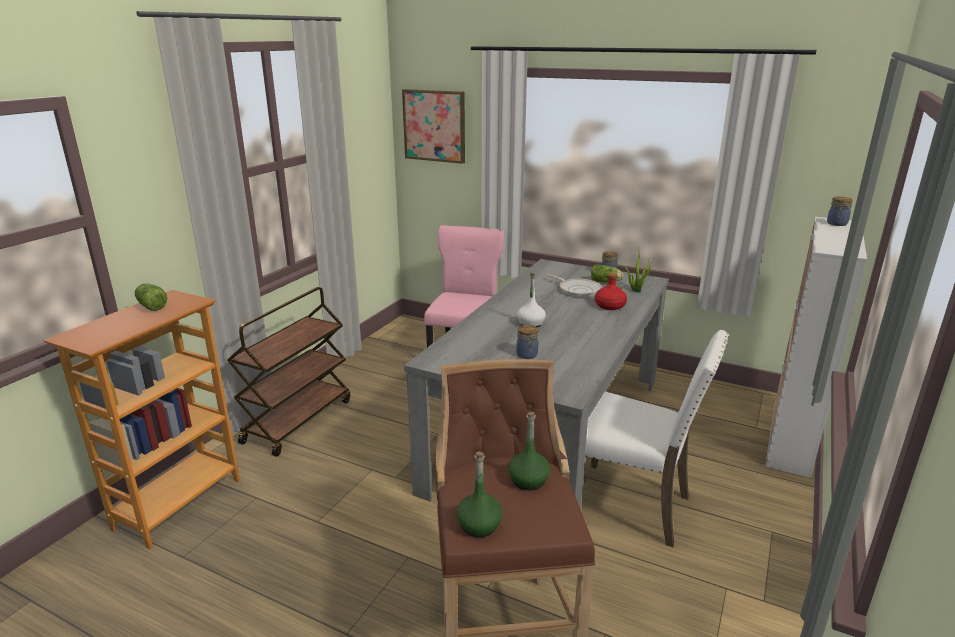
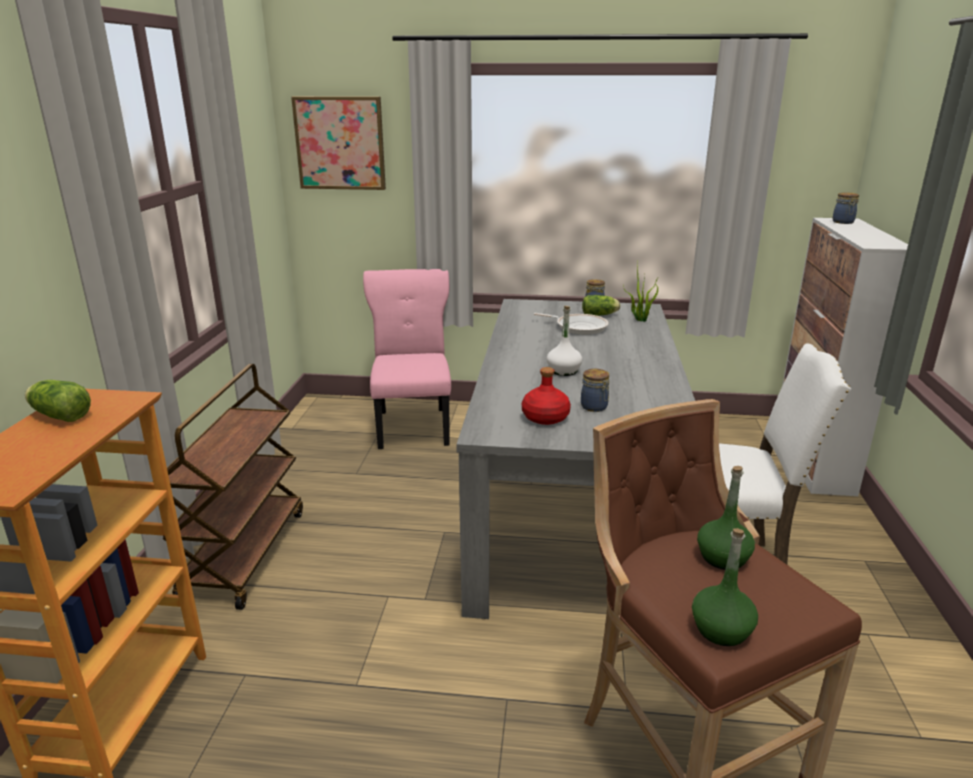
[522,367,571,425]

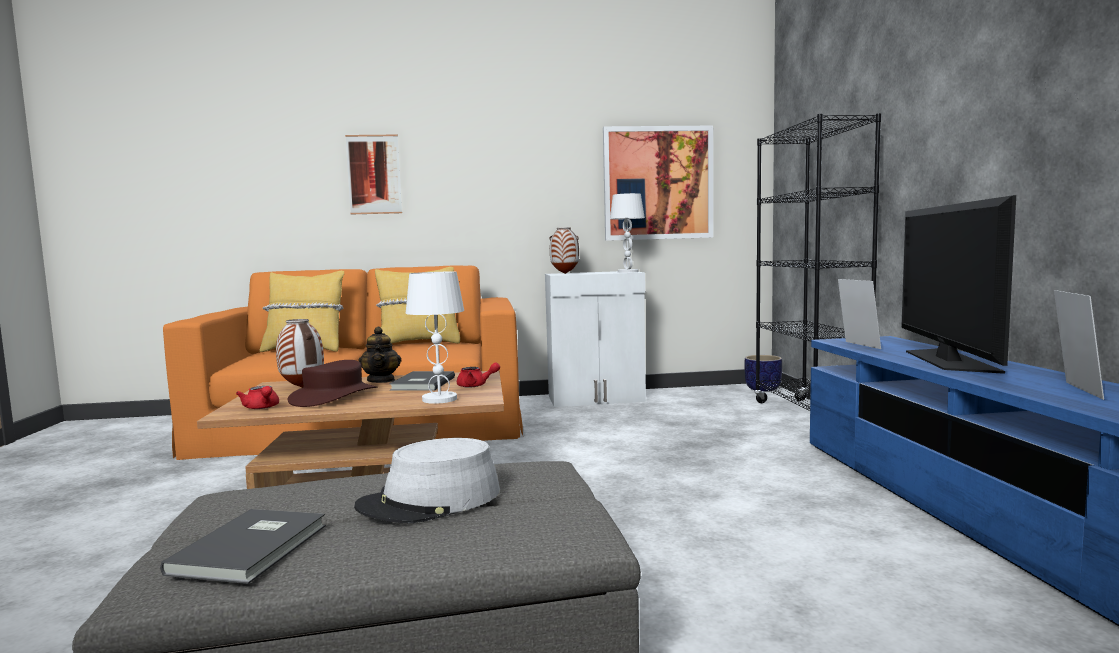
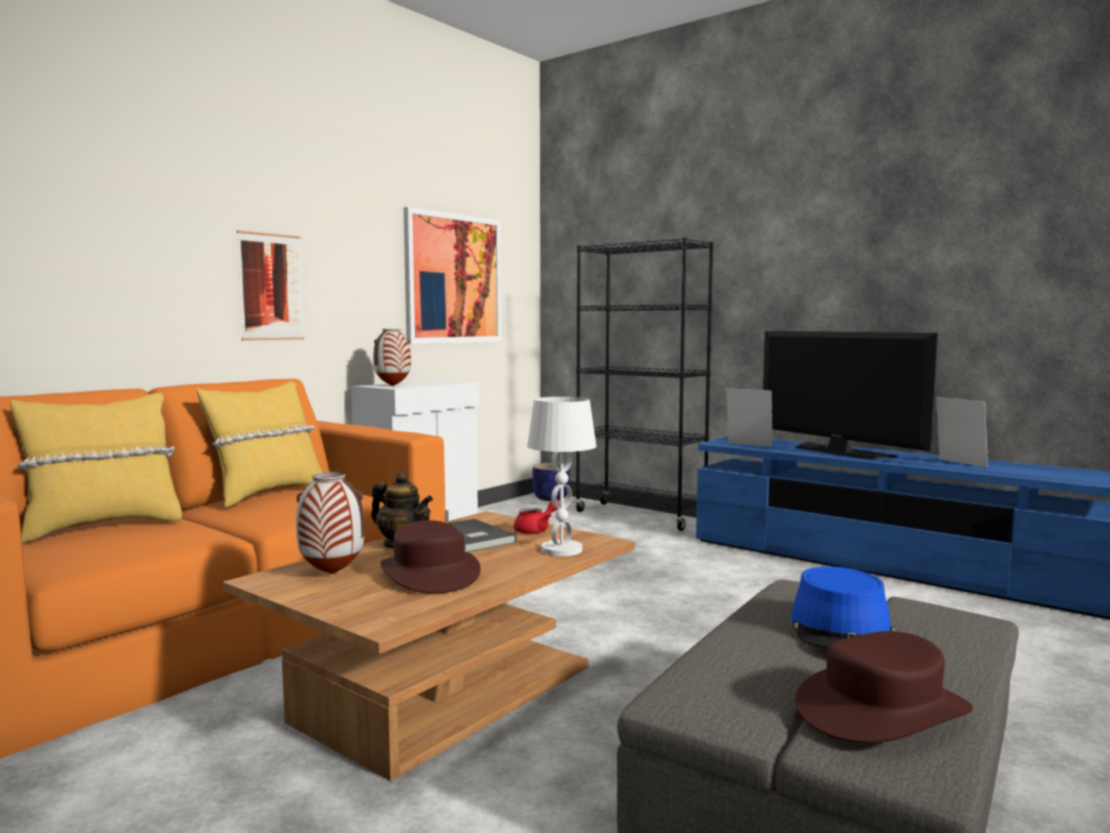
[795,631,973,743]
[236,386,279,409] (first image)
[237,231,304,341]
[790,566,894,649]
[610,193,645,273] (first image)

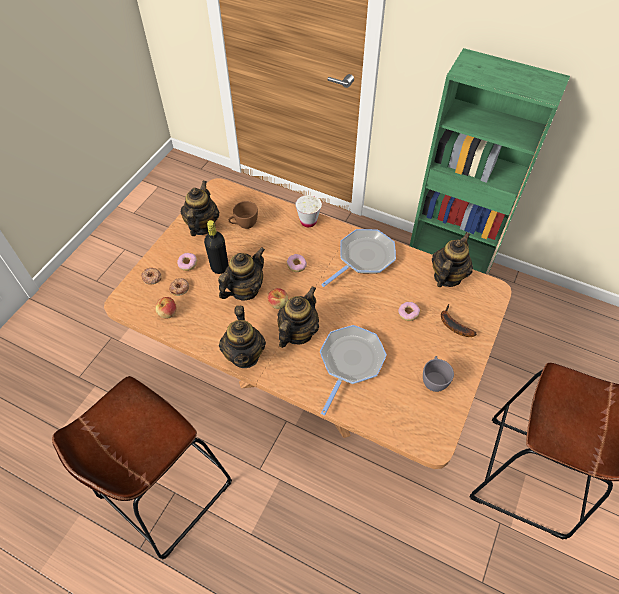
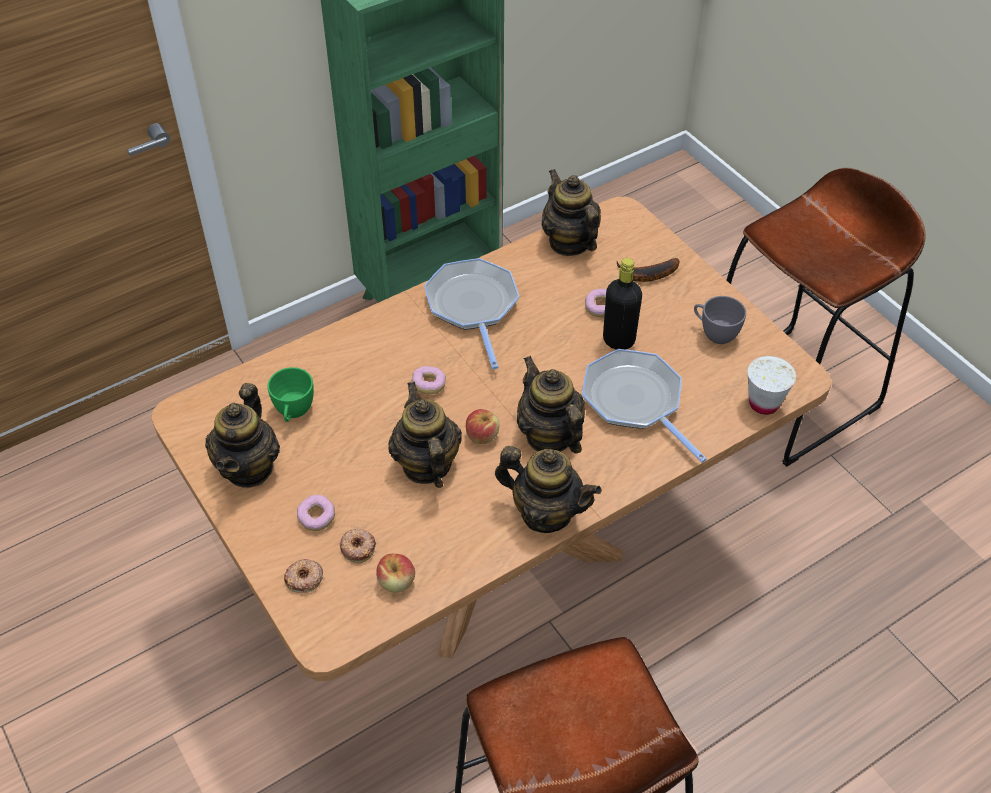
[205,383,280,488]
[603,258,642,350]
[267,367,314,422]
[747,356,796,415]

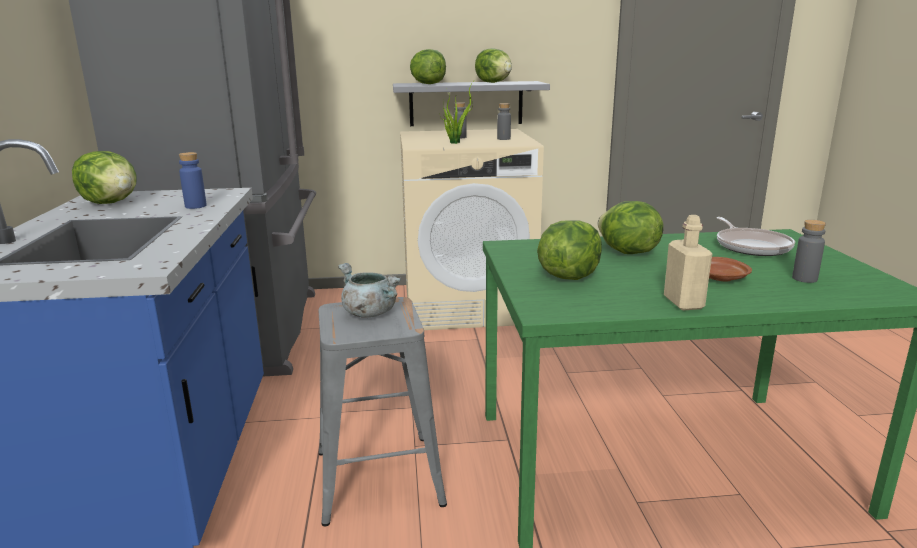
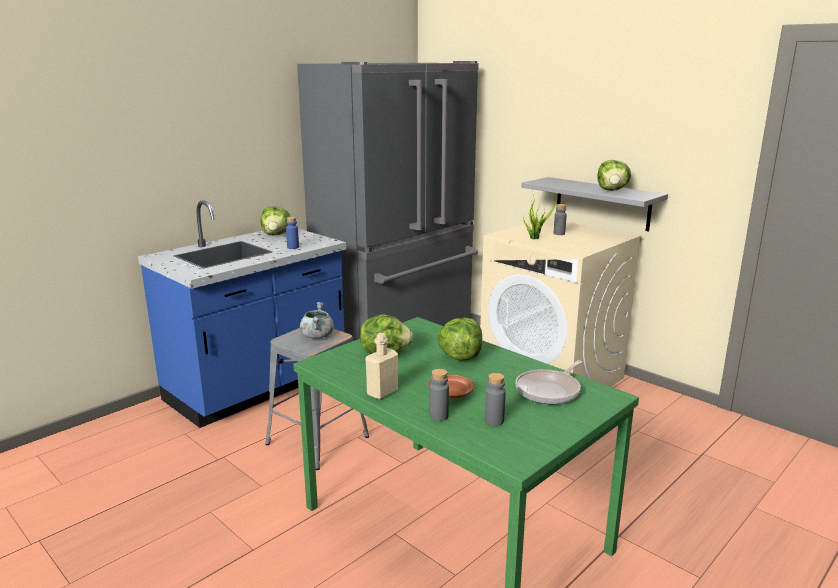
[410,49,446,84] (first image)
[430,369,449,421]

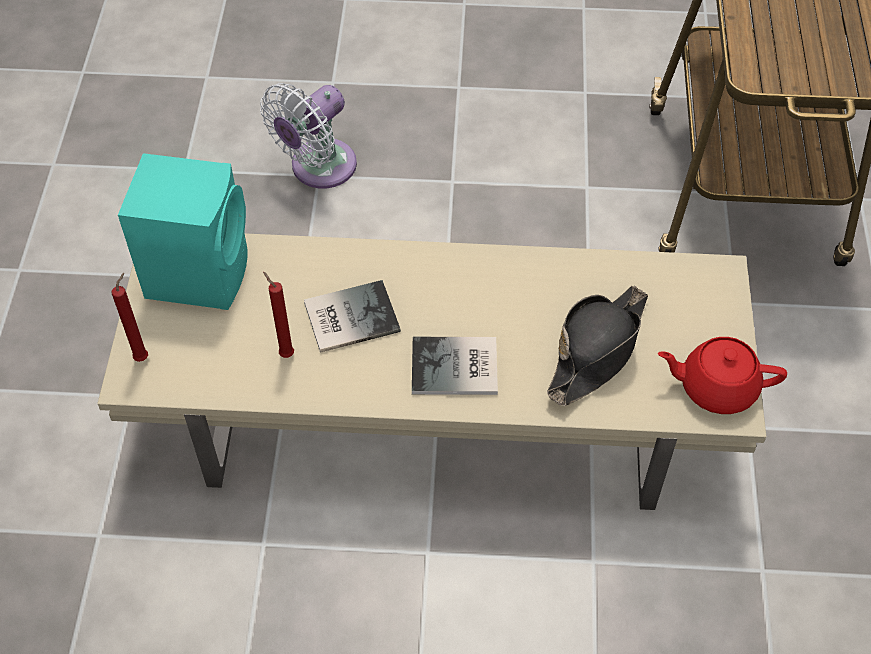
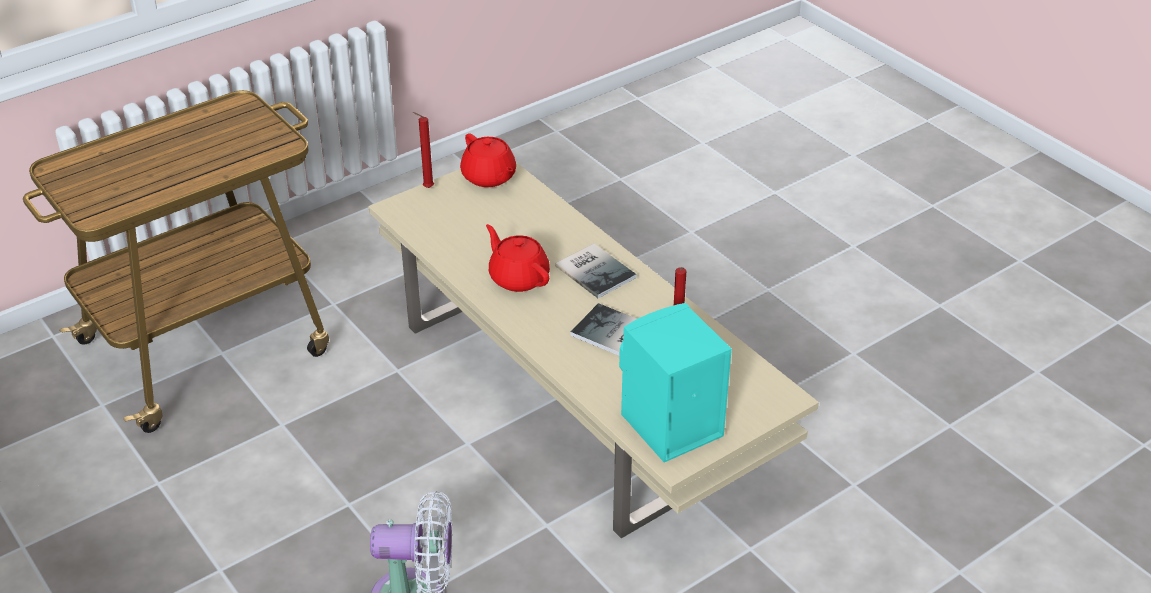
[413,112,434,188]
[547,286,648,406] (first image)
[486,224,550,292]

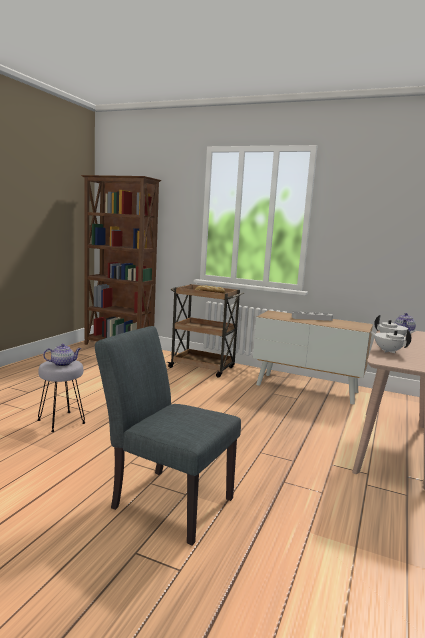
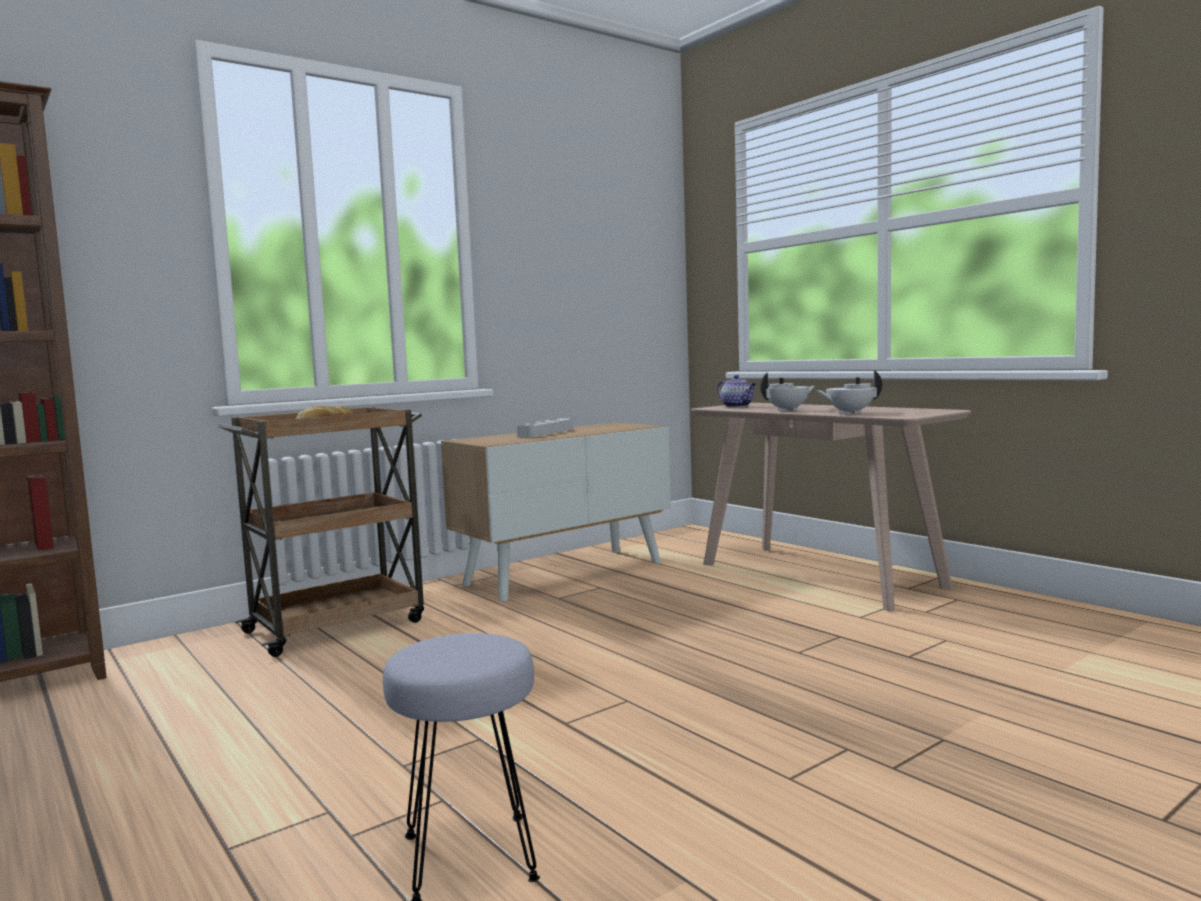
[43,344,81,367] (first image)
[95,326,241,546] (first image)

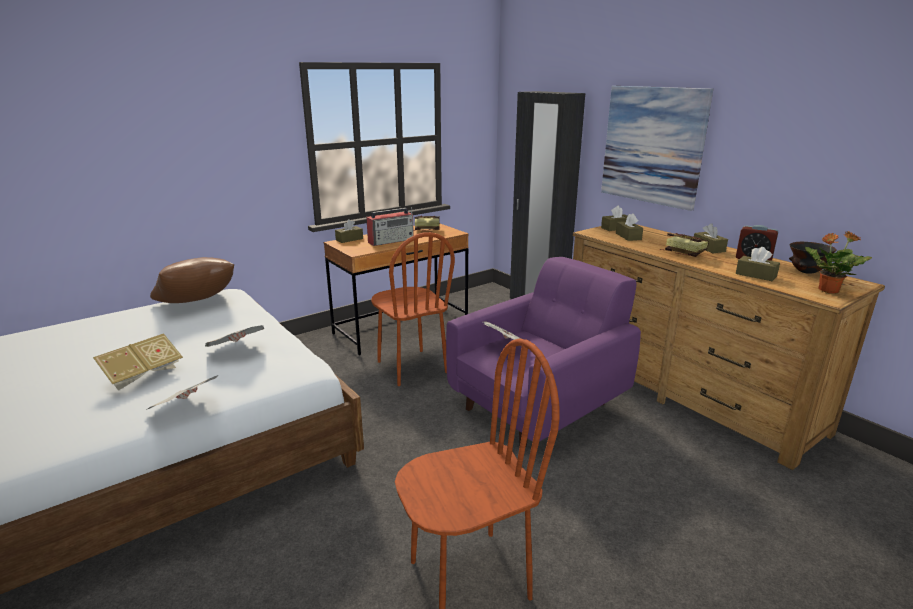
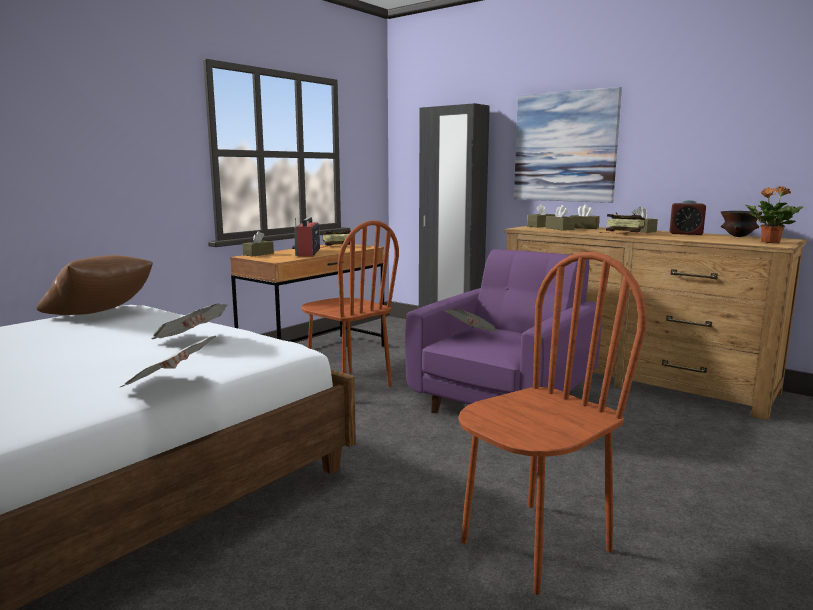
[93,333,183,390] (first image)
[292,217,320,257]
[569,204,600,229]

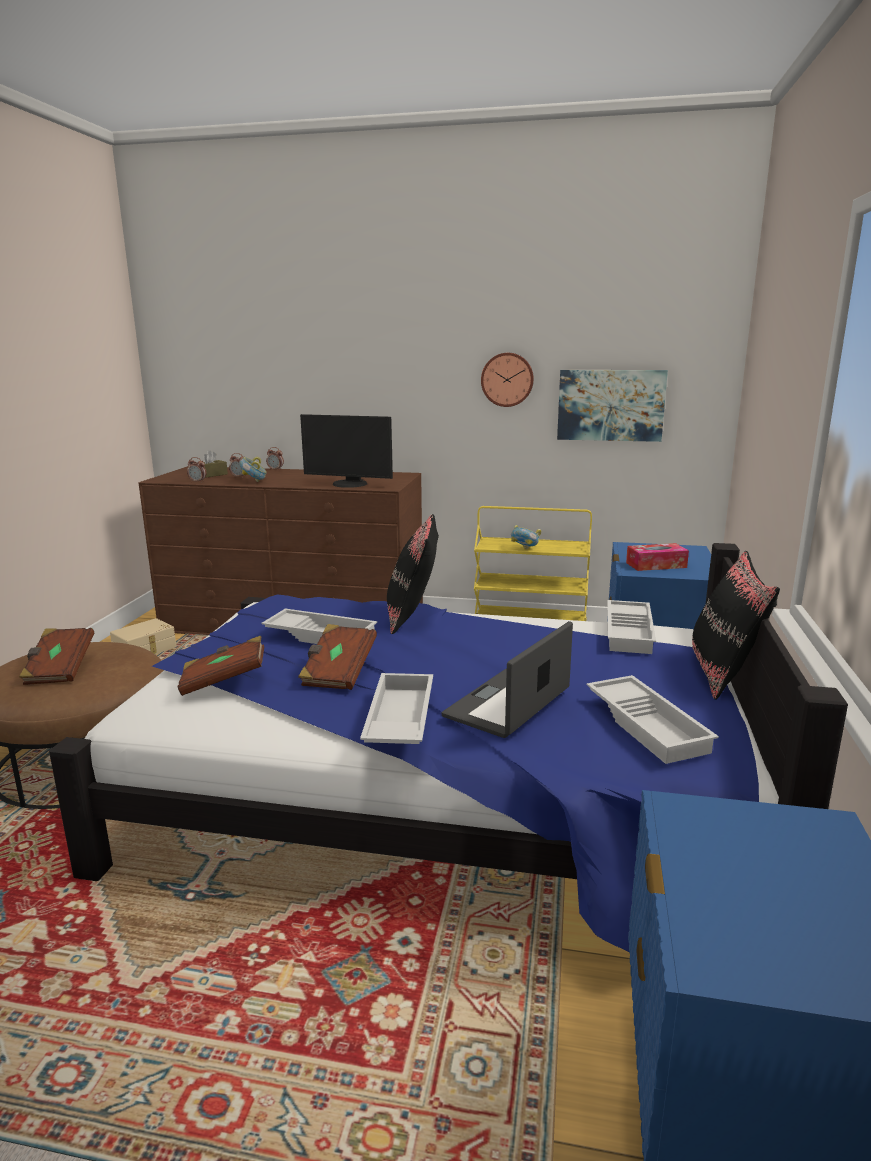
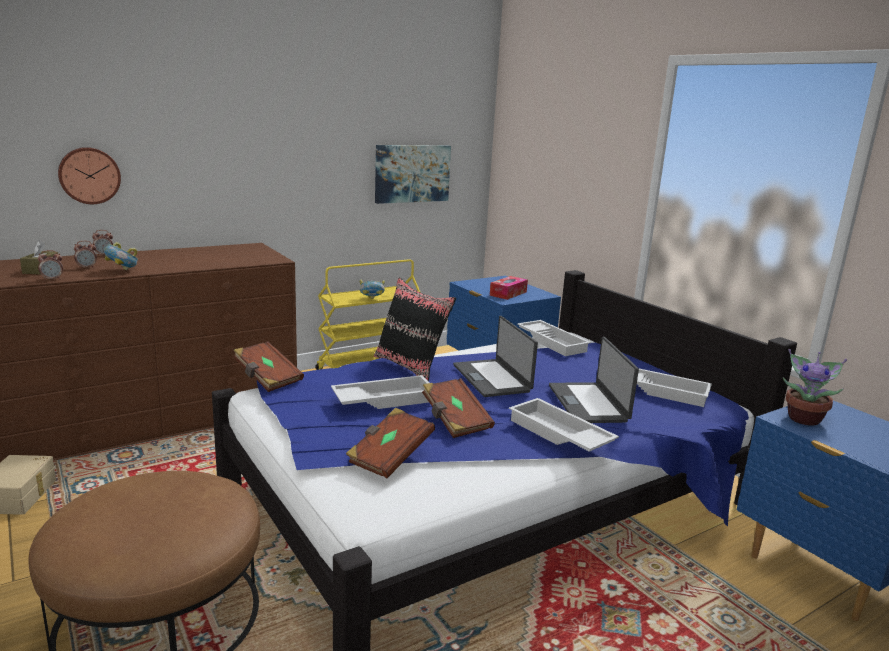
[233,341,304,392]
[300,414,393,488] (first image)
[58,147,121,204]
[692,551,780,700] (first image)
[453,316,538,397]
[783,349,847,426]

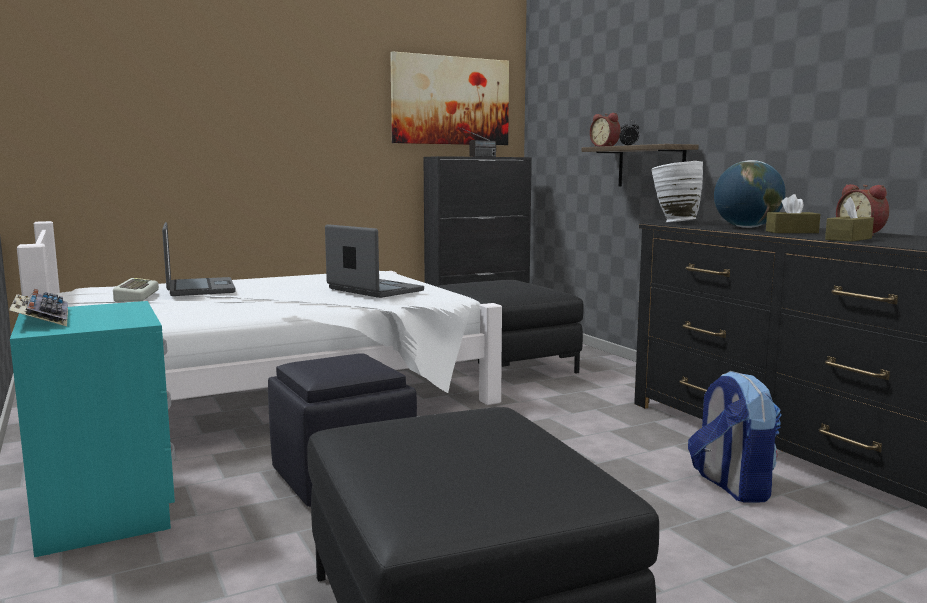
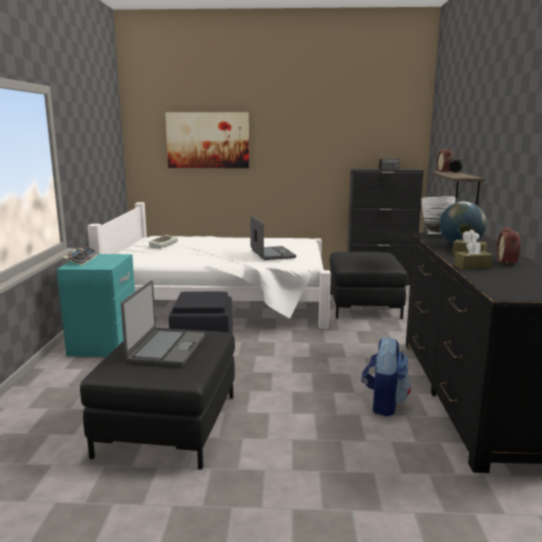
[121,280,205,366]
[165,112,249,168]

